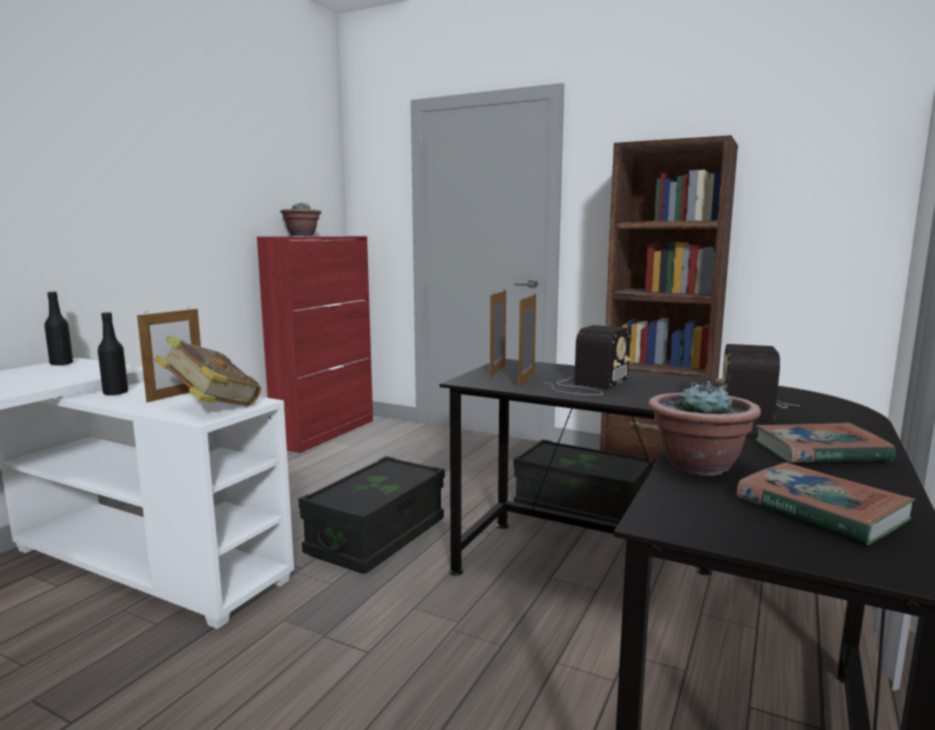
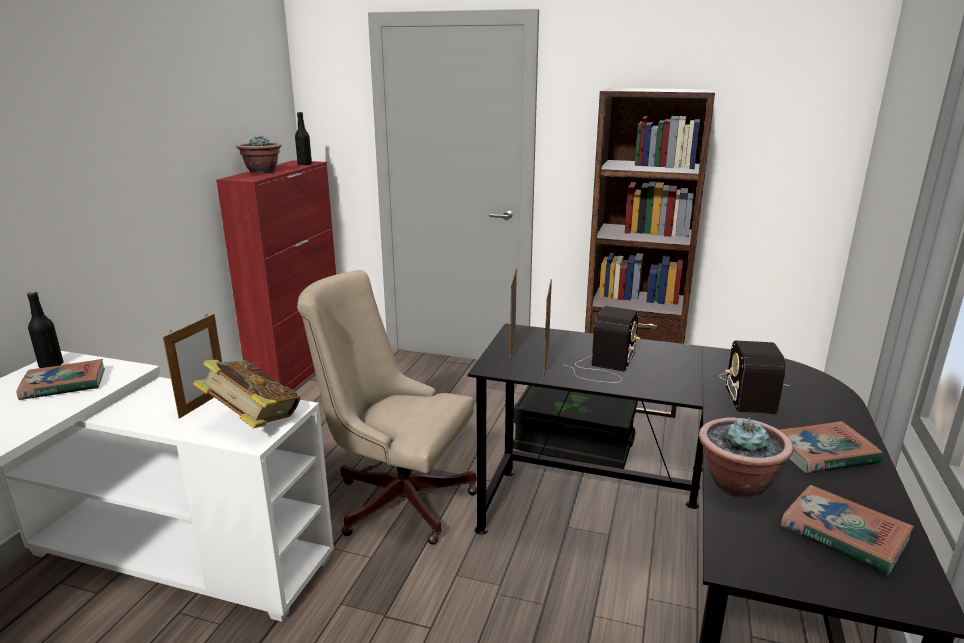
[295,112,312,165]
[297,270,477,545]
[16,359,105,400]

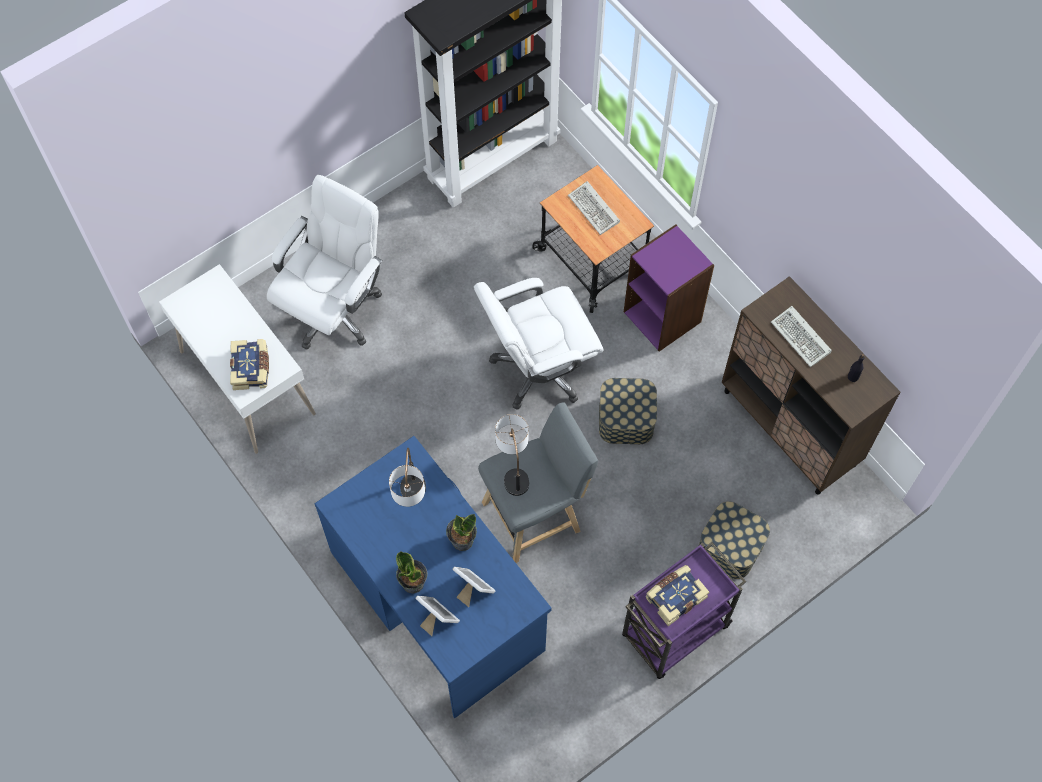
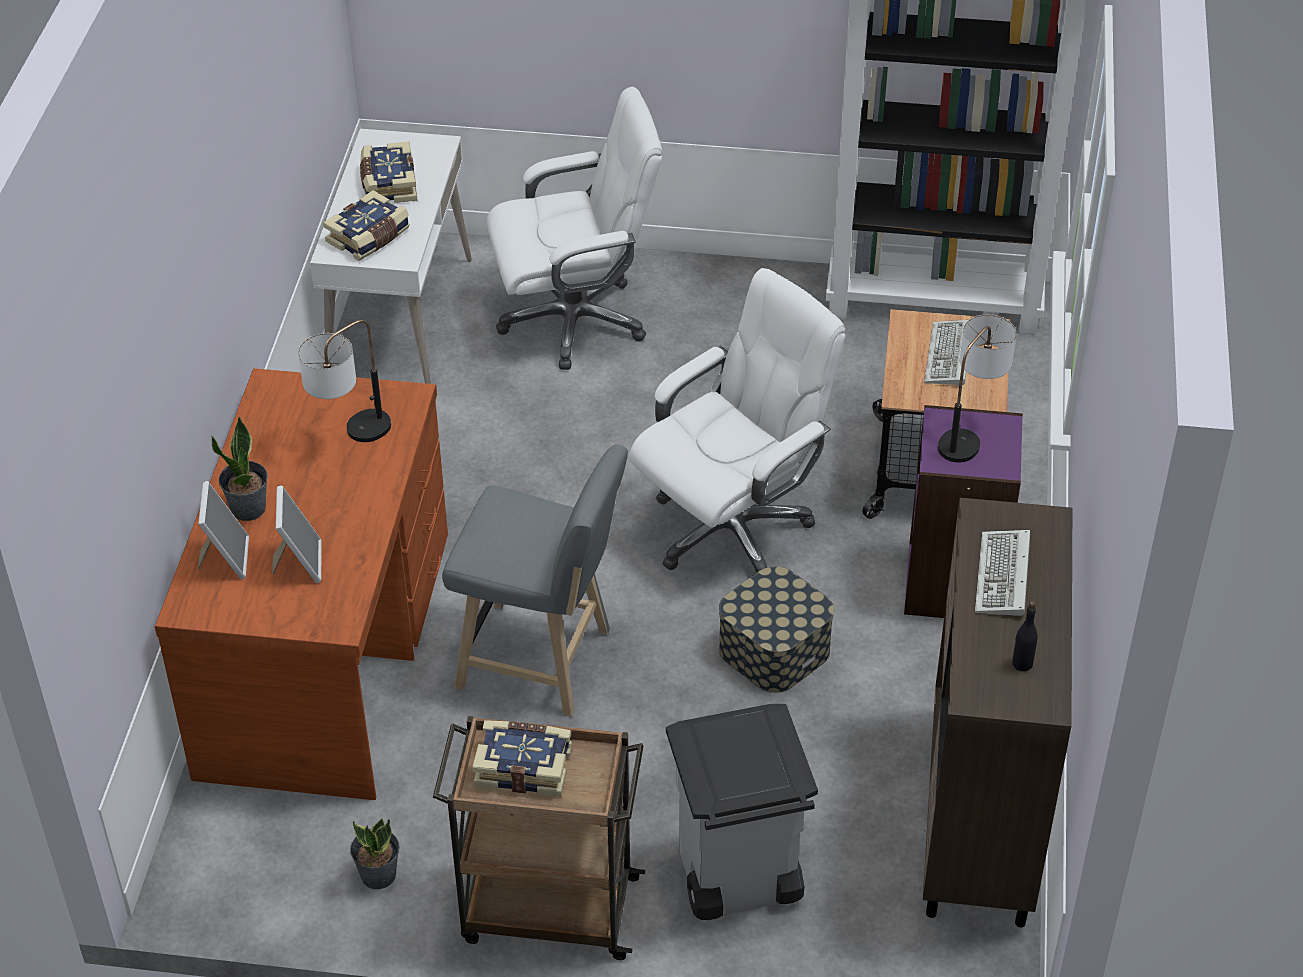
[155,368,448,800]
[350,819,400,889]
[629,268,846,573]
[938,314,1016,463]
[433,716,645,960]
[666,704,818,920]
[360,141,417,203]

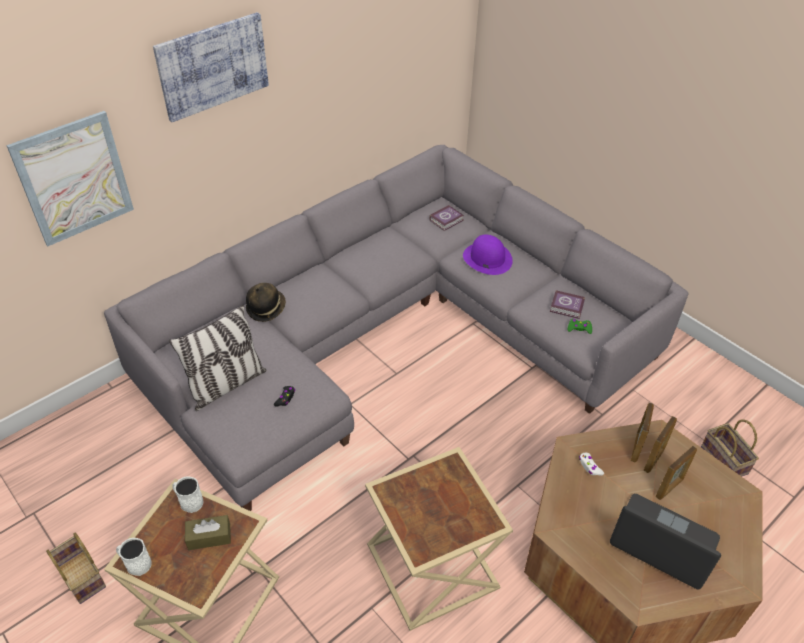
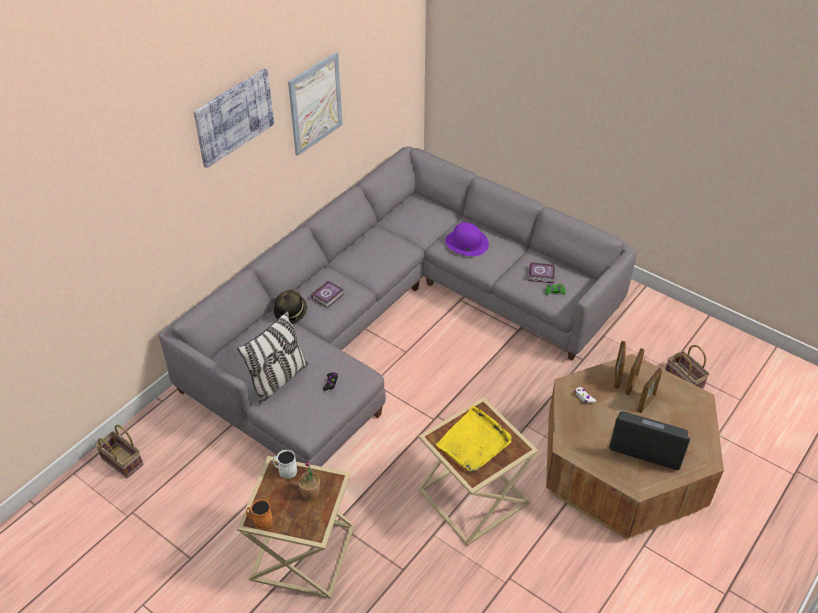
[288,52,343,156]
[96,425,143,478]
[246,499,273,529]
[298,460,320,500]
[311,280,344,308]
[436,406,512,472]

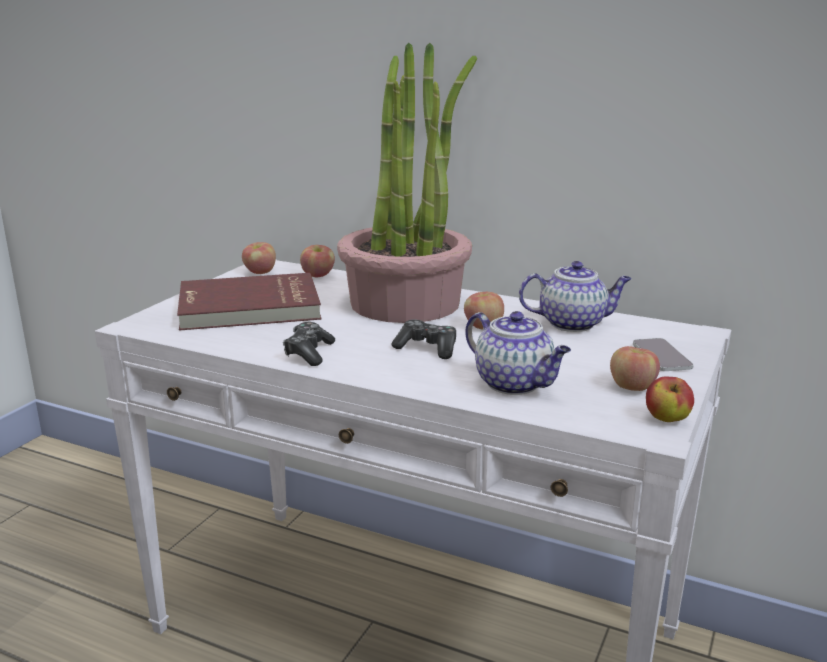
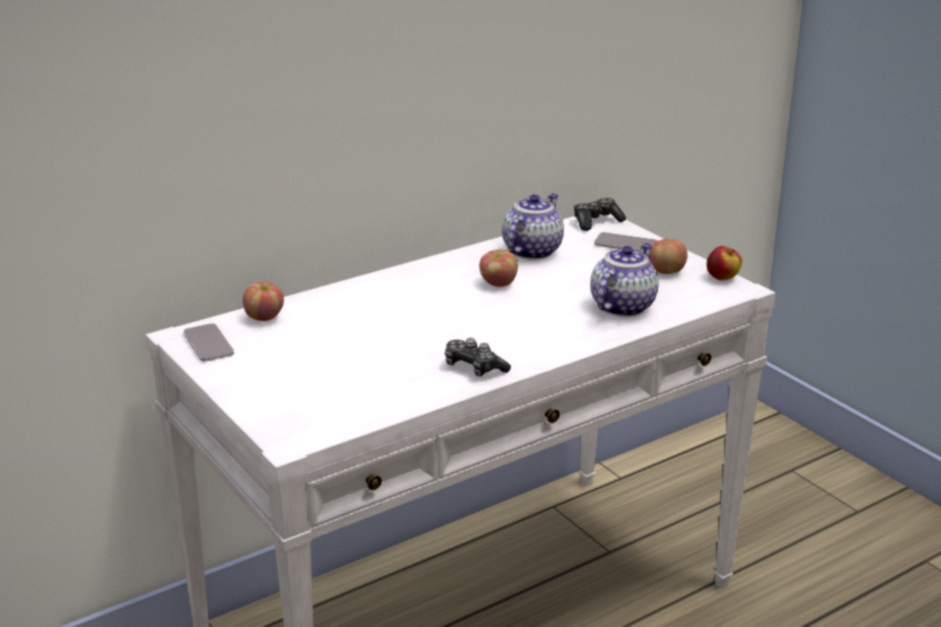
[177,273,321,331] (first image)
[184,323,234,361]
[337,43,477,323] (first image)
[574,198,626,231]
[590,243,659,317]

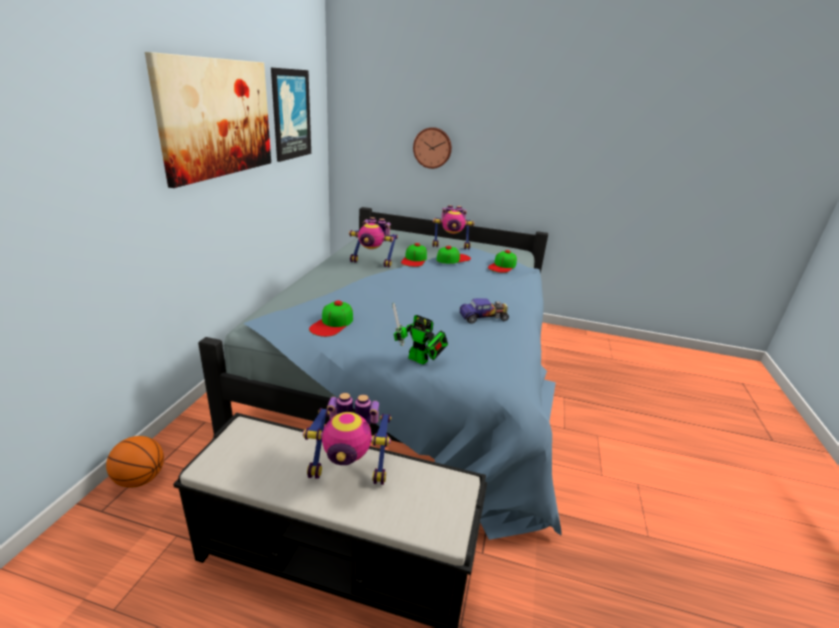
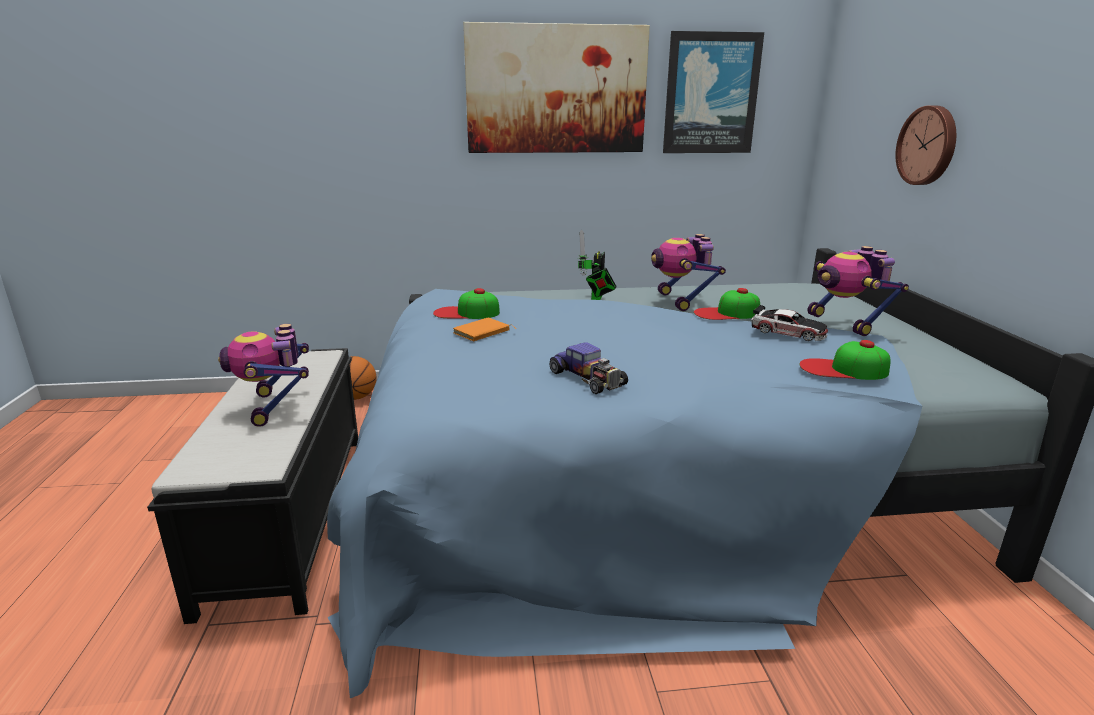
[578,230,617,300]
[751,305,828,341]
[453,317,516,341]

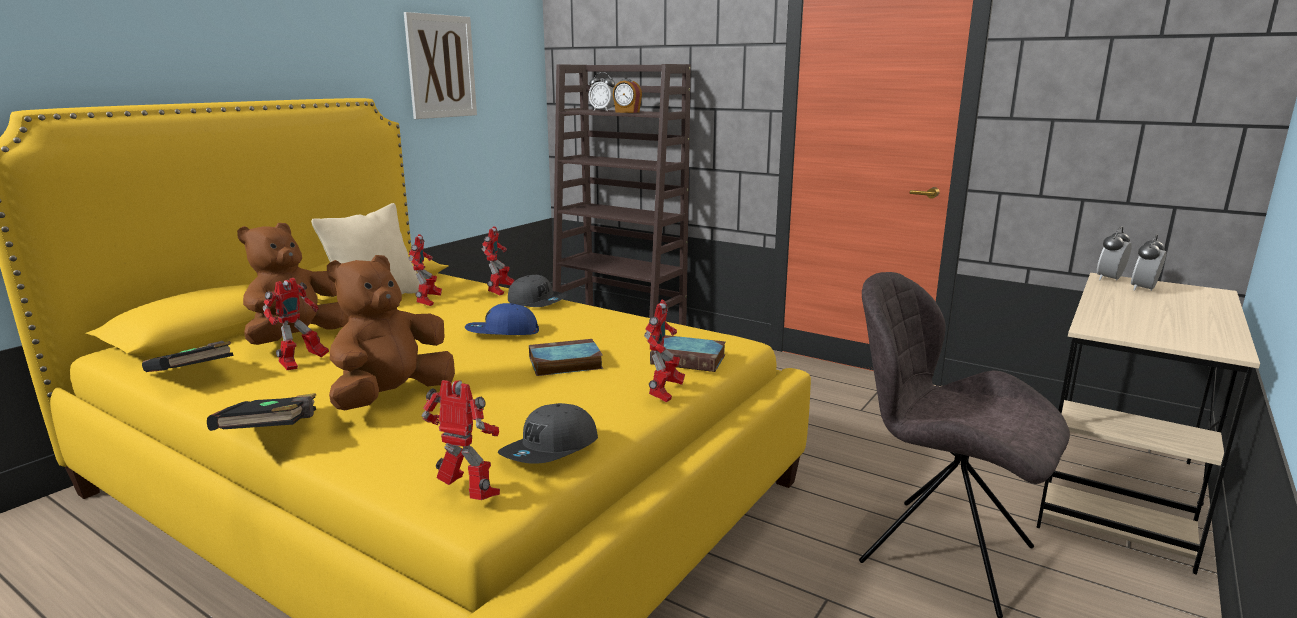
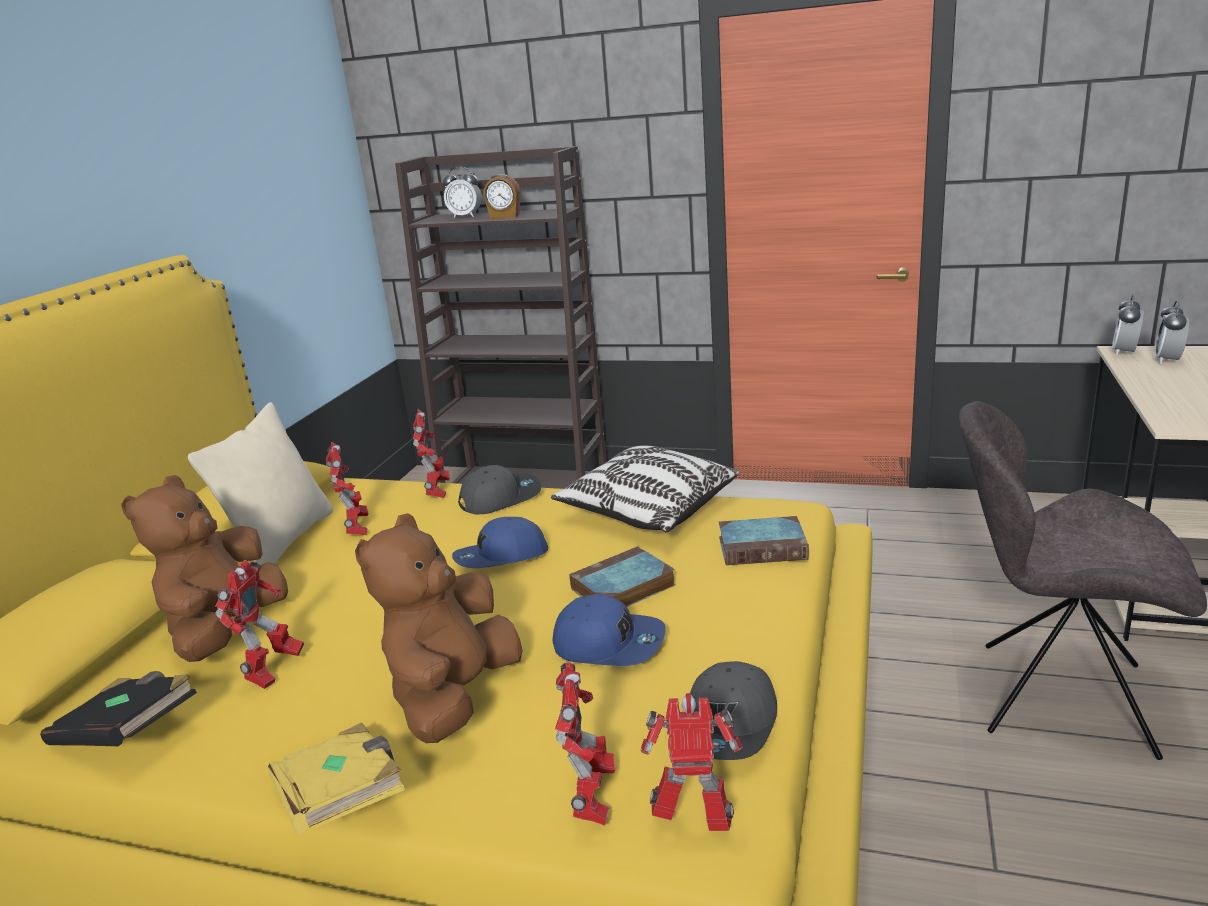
[268,723,405,835]
[404,12,477,119] (first image)
[458,465,541,514]
[555,662,615,826]
[551,445,739,532]
[552,594,666,666]

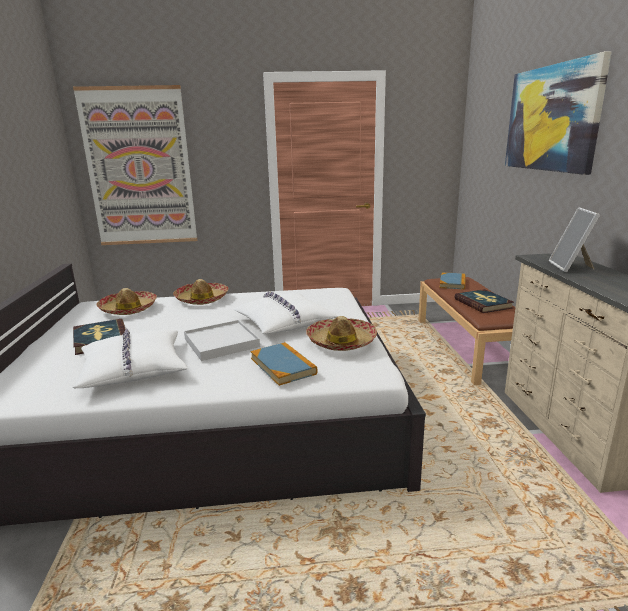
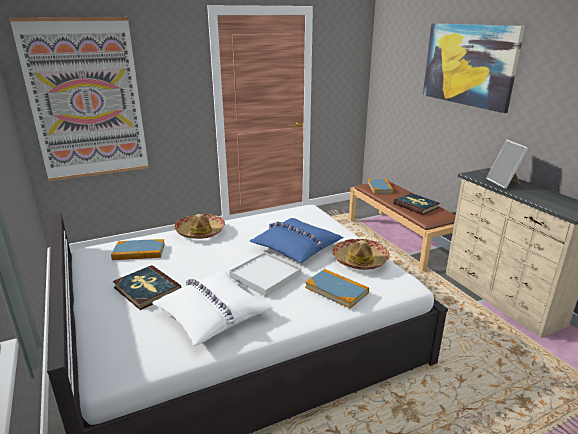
[111,239,165,260]
[249,218,344,263]

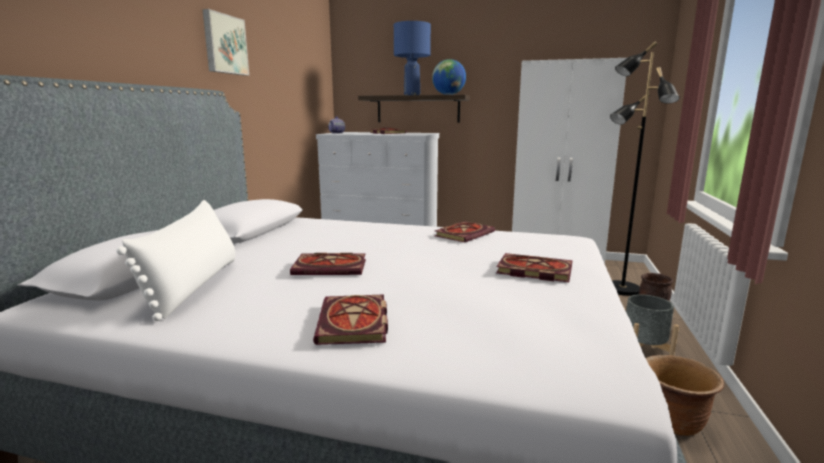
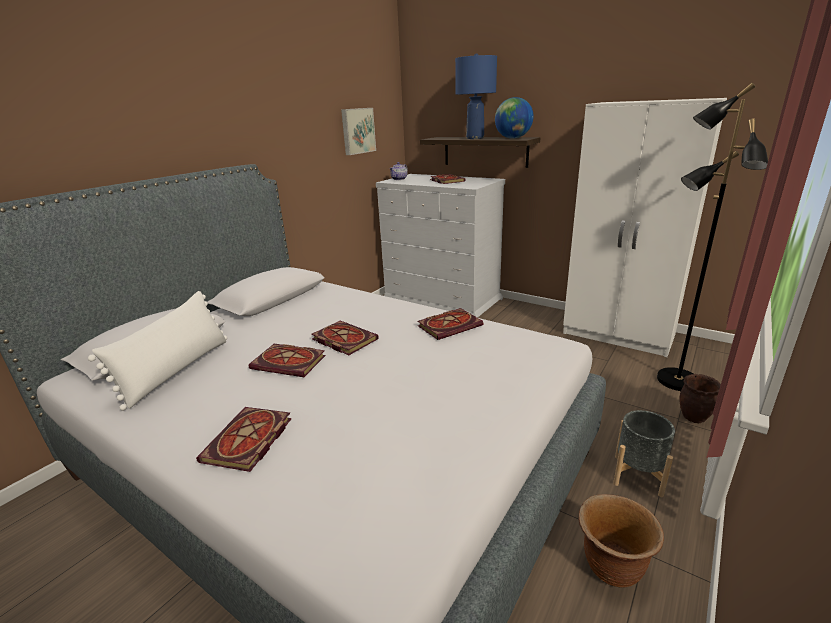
[341,108,376,155]
[311,320,379,355]

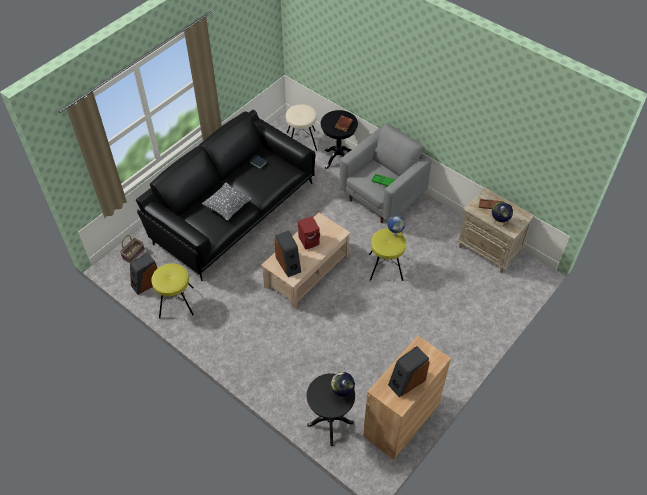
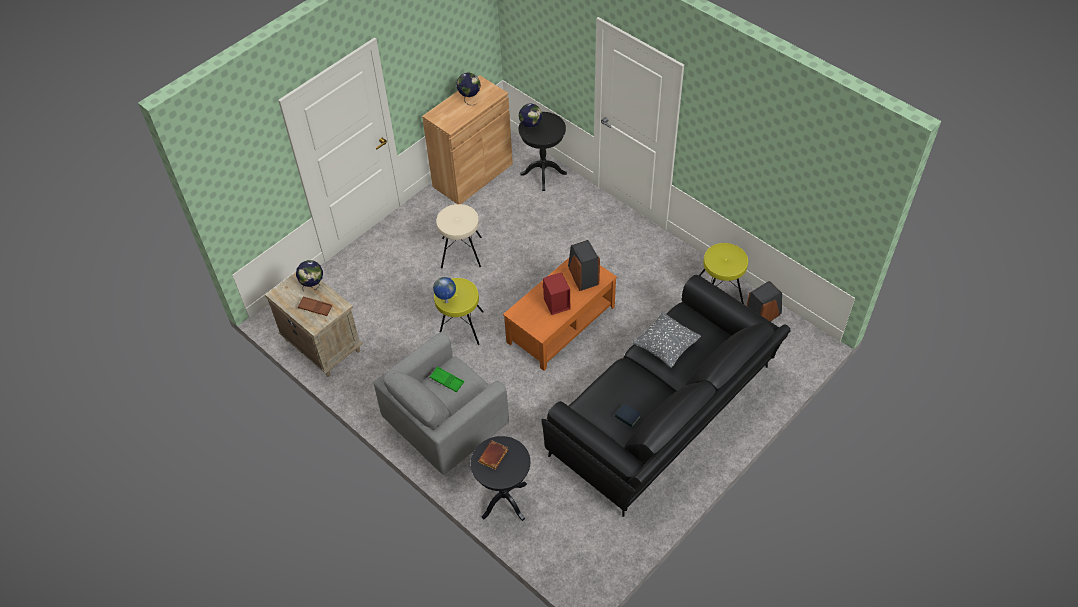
[120,235,145,263] (first image)
[503,258,617,371]
[436,204,482,269]
[456,72,481,105]

